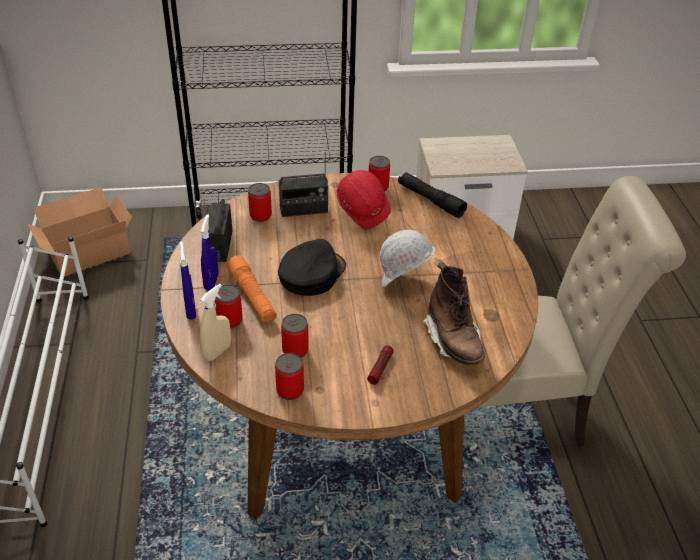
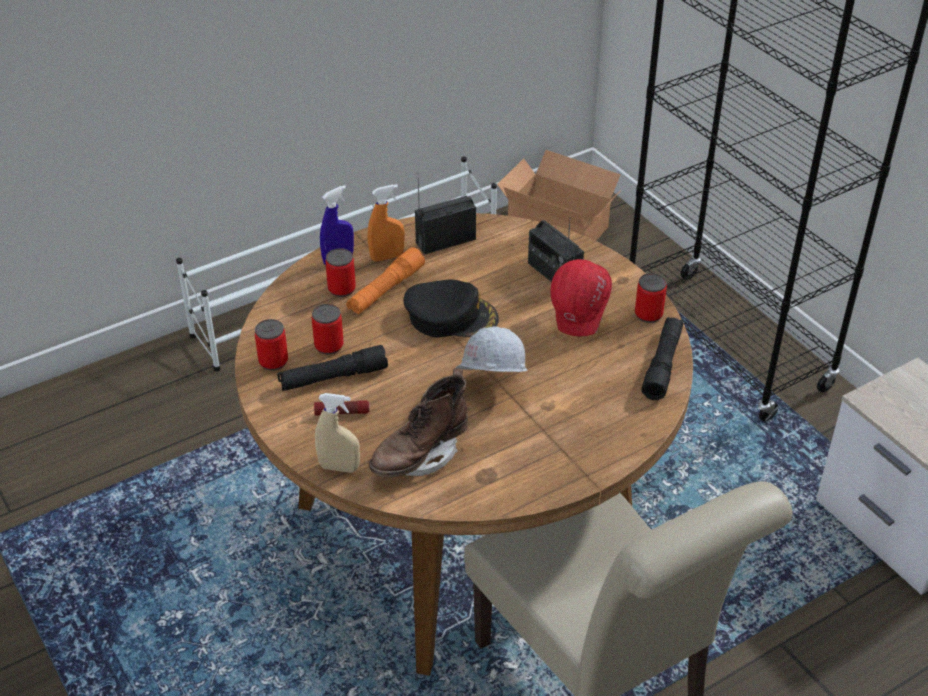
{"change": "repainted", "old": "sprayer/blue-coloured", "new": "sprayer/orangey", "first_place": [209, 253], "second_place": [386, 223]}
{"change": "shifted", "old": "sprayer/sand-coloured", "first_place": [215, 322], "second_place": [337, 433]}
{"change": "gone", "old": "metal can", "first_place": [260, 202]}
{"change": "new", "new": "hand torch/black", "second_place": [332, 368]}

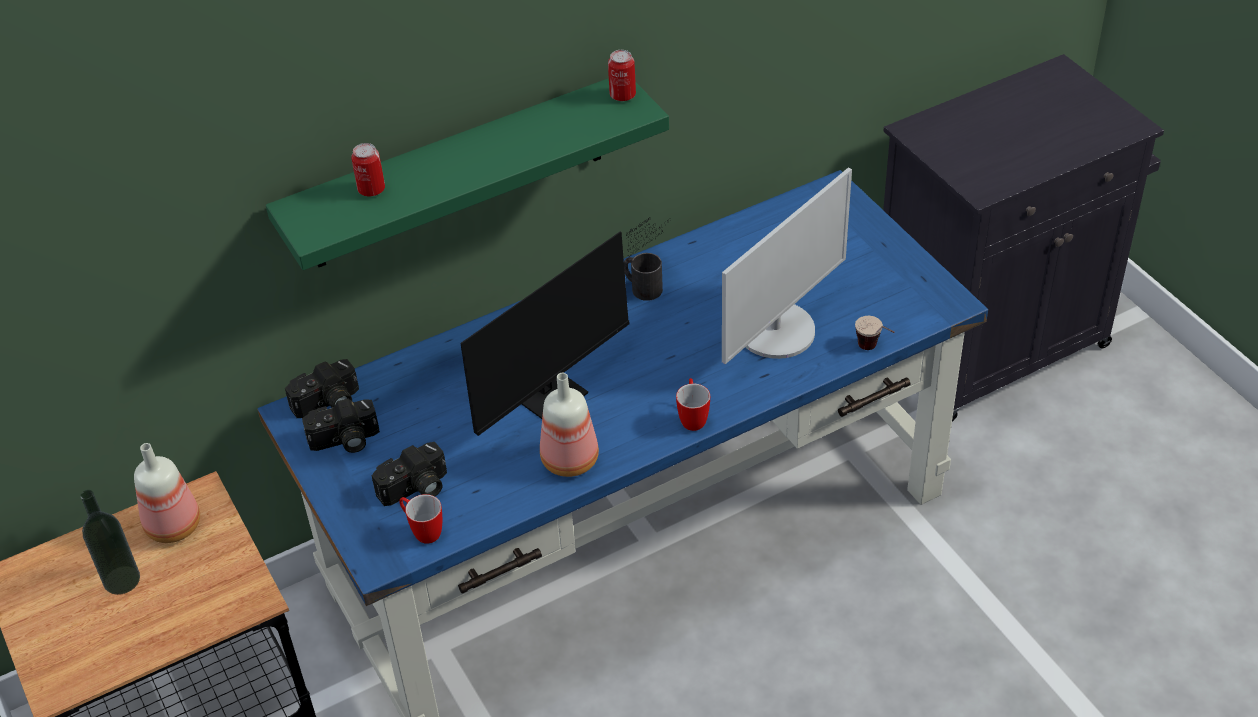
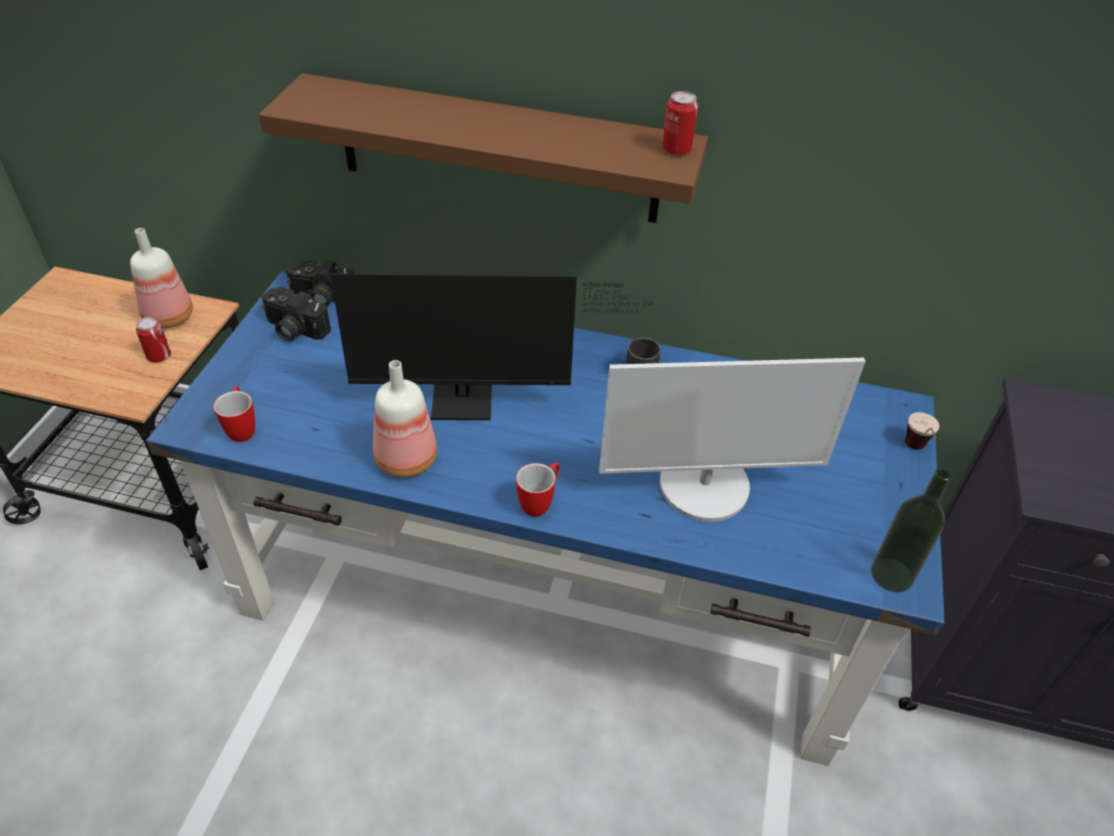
{"change": "shifted", "old": "beverage bottle", "first_place": [110, 542], "second_place": [911, 530]}
{"change": "repainted", "old": "wall shelf/green", "new": "wall shelf/brownish", "first_place": [467, 174], "second_place": [483, 148]}
{"change": "shifted", "old": "metal can", "first_place": [368, 169], "second_place": [153, 340]}
{"change": "gone", "old": "photo camera", "first_place": [409, 474]}
{"change": "shifted", "old": "small cup", "first_place": [875, 333], "second_place": [922, 431]}

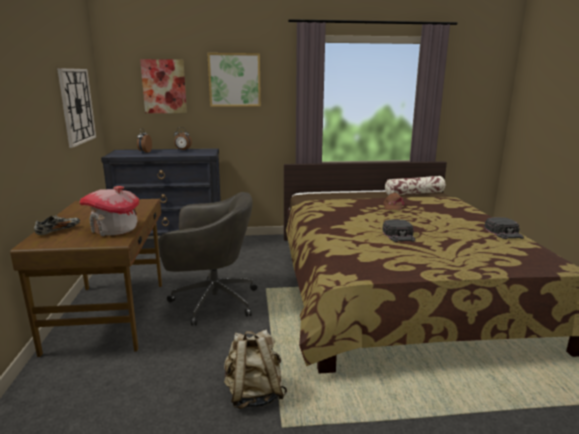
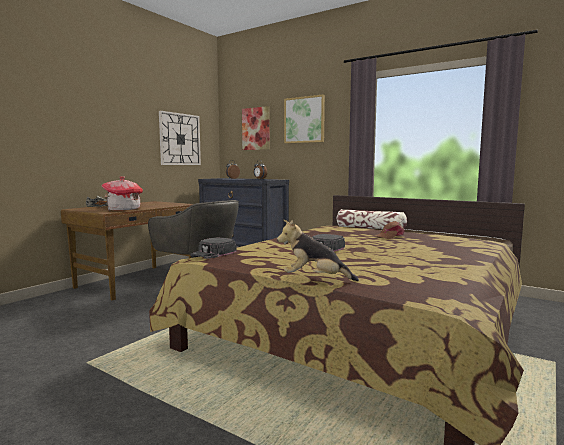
{"change": "gone", "old": "backpack/sand-coloured", "first_place": [255, 369]}
{"change": "shifted", "old": "throw pillow", "first_place": [415, 185], "second_place": [372, 219]}
{"change": "shifted", "old": "baseball cap/black", "first_place": [504, 228], "second_place": [213, 248]}
{"change": "new", "new": "cuddly toy", "second_place": [318, 250]}

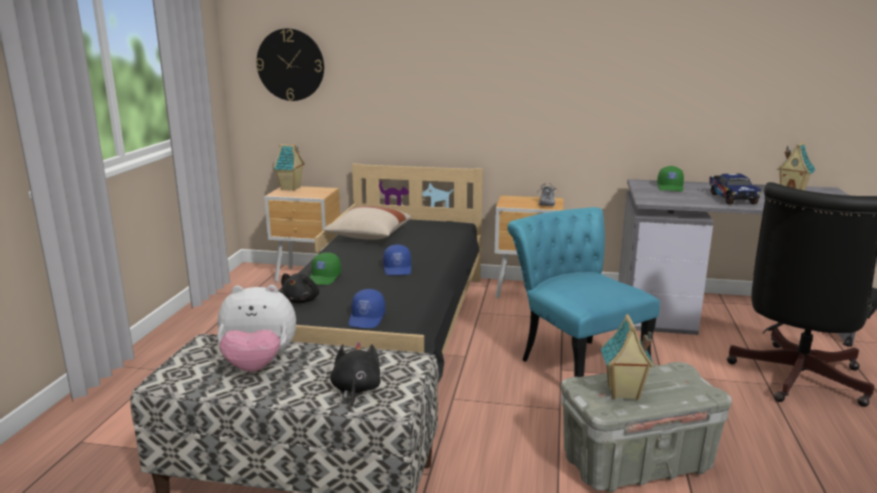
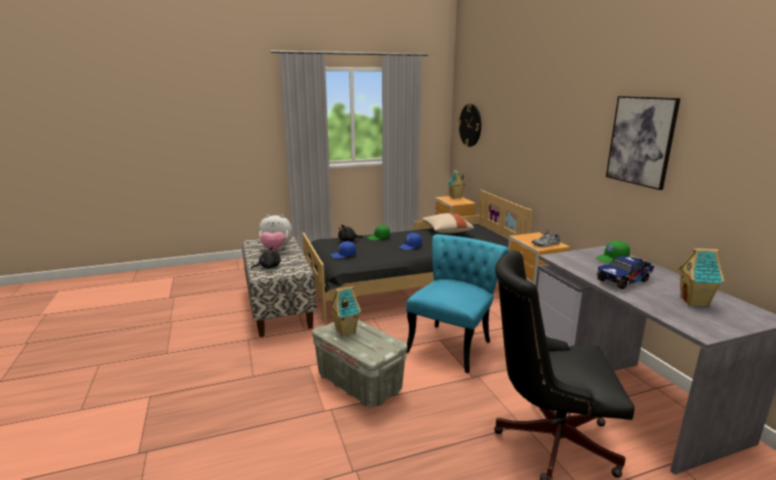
{"change": "rotated", "old": "cuddly toy", "first_place": [256, 328], "second_place": [275, 232], "degrees": -60}
{"change": "new", "new": "picture", "second_place": [643, 143]}

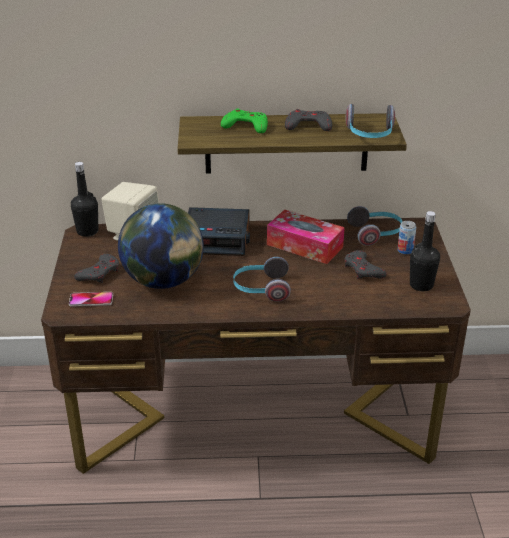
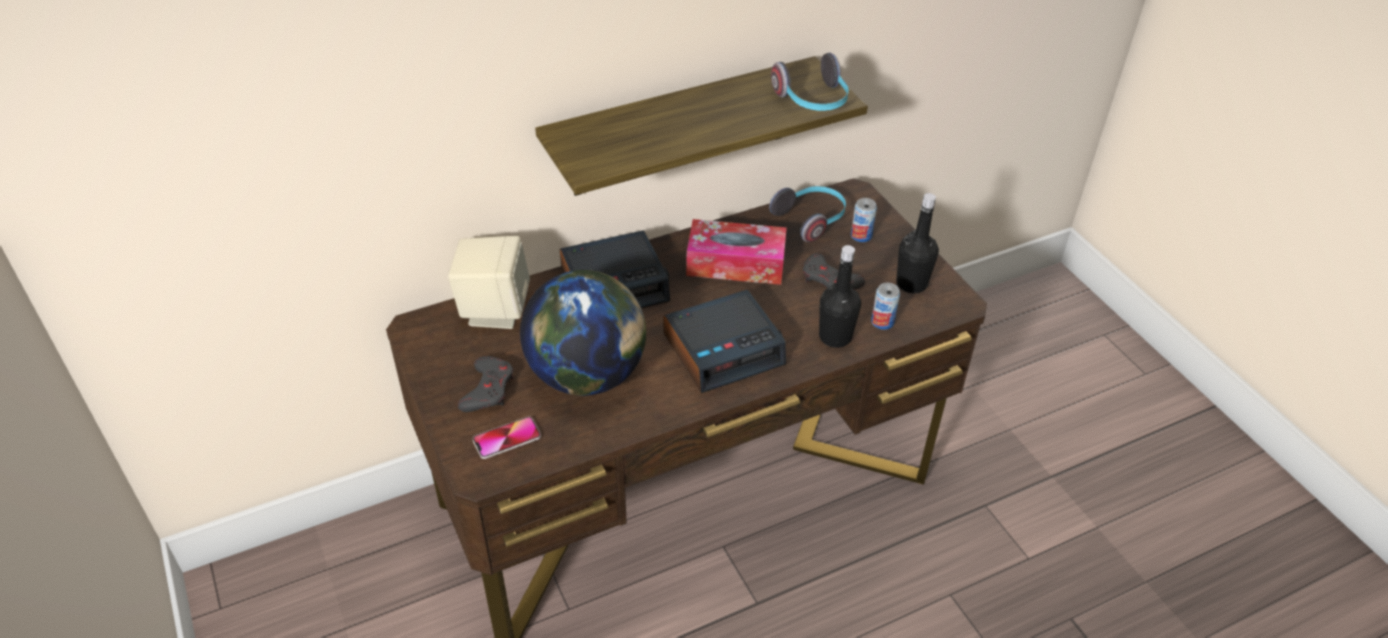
{"change": "shifted", "old": "beverage bottle/black", "first_place": [84, 199], "second_place": [840, 296]}
{"change": "gone", "old": "game controller/green", "first_place": [244, 120]}
{"change": "swapped", "old": "headphones", "new": "alarm clock", "first_place": [262, 279], "second_place": [724, 341]}
{"change": "gone", "old": "game controller/gray", "first_place": [308, 120]}
{"change": "new", "new": "metal can", "second_place": [885, 306]}

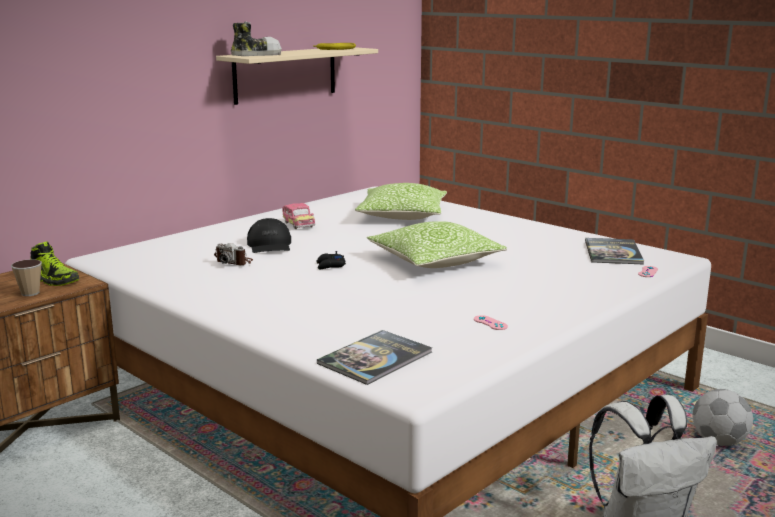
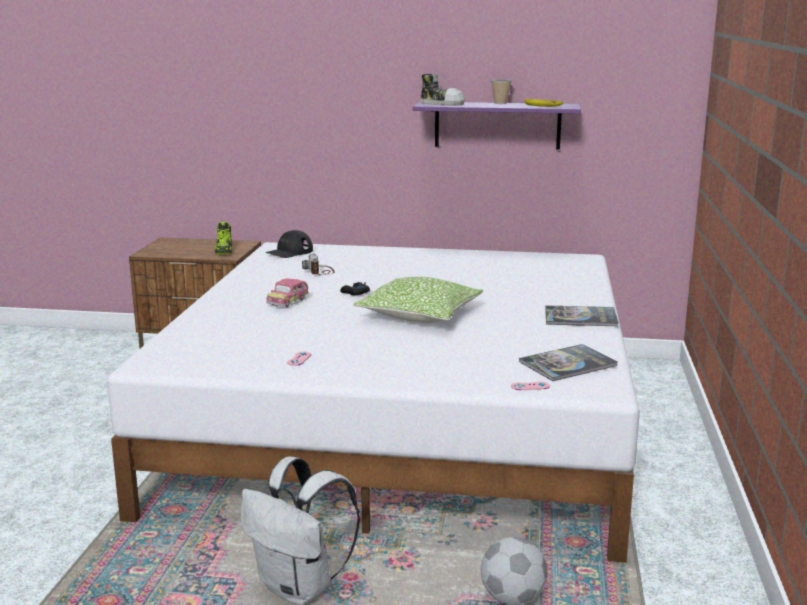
{"change": "shifted", "old": "small cup", "first_place": [26, 277], "second_place": [501, 91]}
{"change": "repainted", "old": "wall shelf/sand-coloured", "new": "wall shelf/purple", "first_place": [297, 76], "second_place": [497, 126]}
{"change": "shifted", "old": "baseball cap/black", "first_place": [269, 235], "second_place": [289, 244]}
{"change": "shifted", "old": "toy car", "first_place": [299, 216], "second_place": [287, 293]}
{"change": "shifted", "old": "bound book", "first_place": [374, 357], "second_place": [581, 315]}
{"change": "gone", "old": "throw pillow", "first_place": [401, 201]}

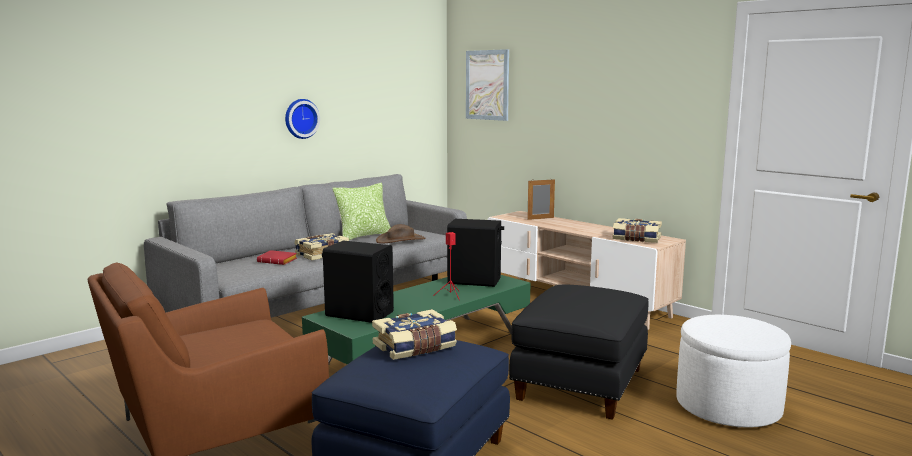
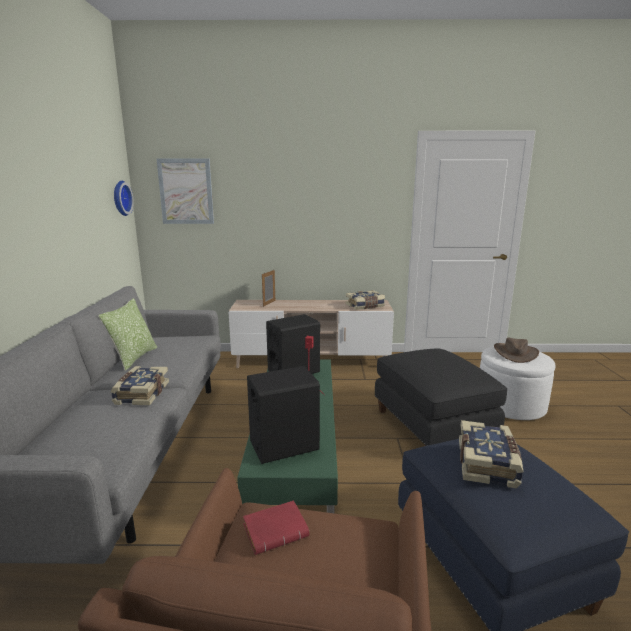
{"change": "shifted", "old": "bound book/reddish", "first_place": [277, 257], "second_place": [276, 527]}
{"change": "shifted", "old": "hanging clock", "first_place": [302, 119], "second_place": [124, 198]}
{"change": "shifted", "old": "wearable hat/brownish", "first_place": [401, 234], "second_place": [516, 350]}

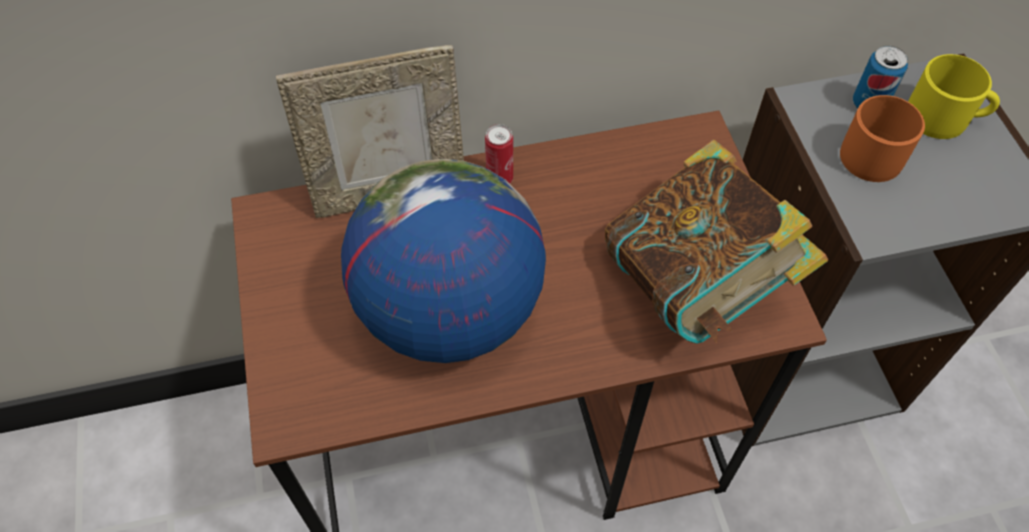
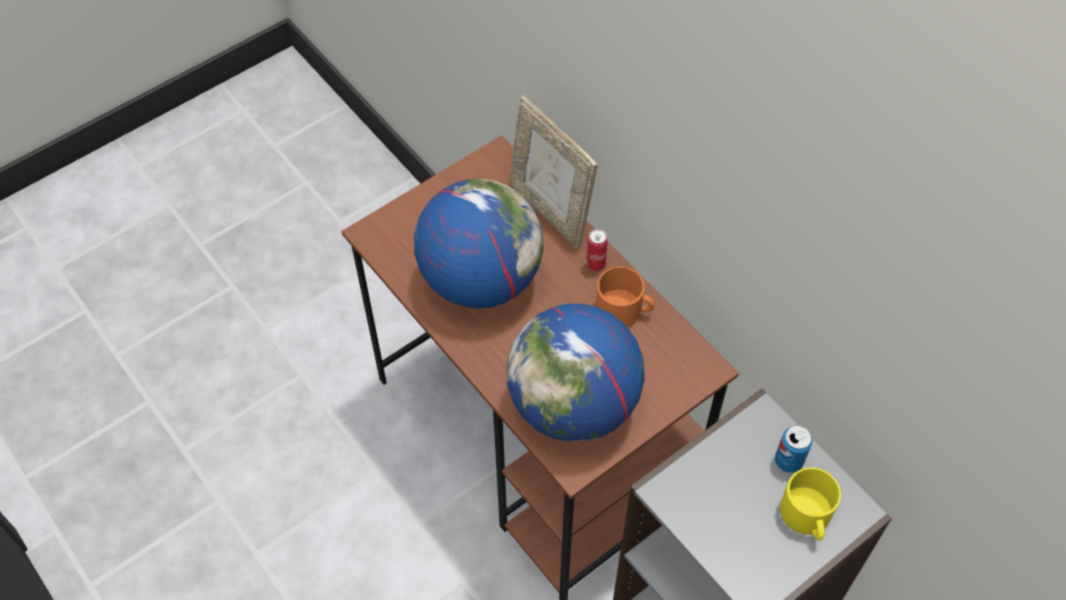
{"change": "swapped", "old": "bound book", "new": "desk globe", "first_place": [716, 242], "second_place": [576, 373]}
{"change": "shifted", "old": "tea mug/orangey", "first_place": [882, 138], "second_place": [625, 297]}

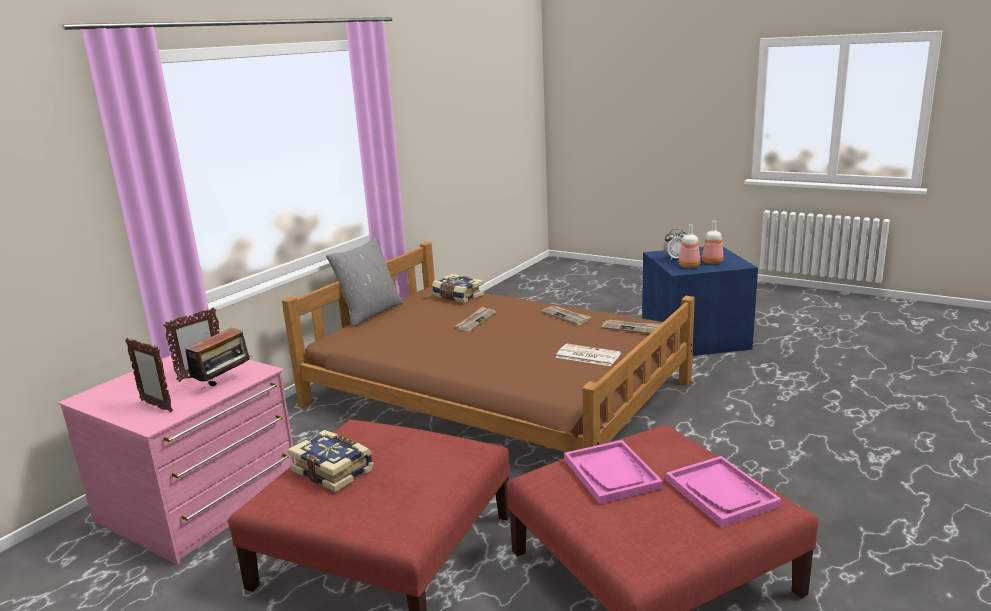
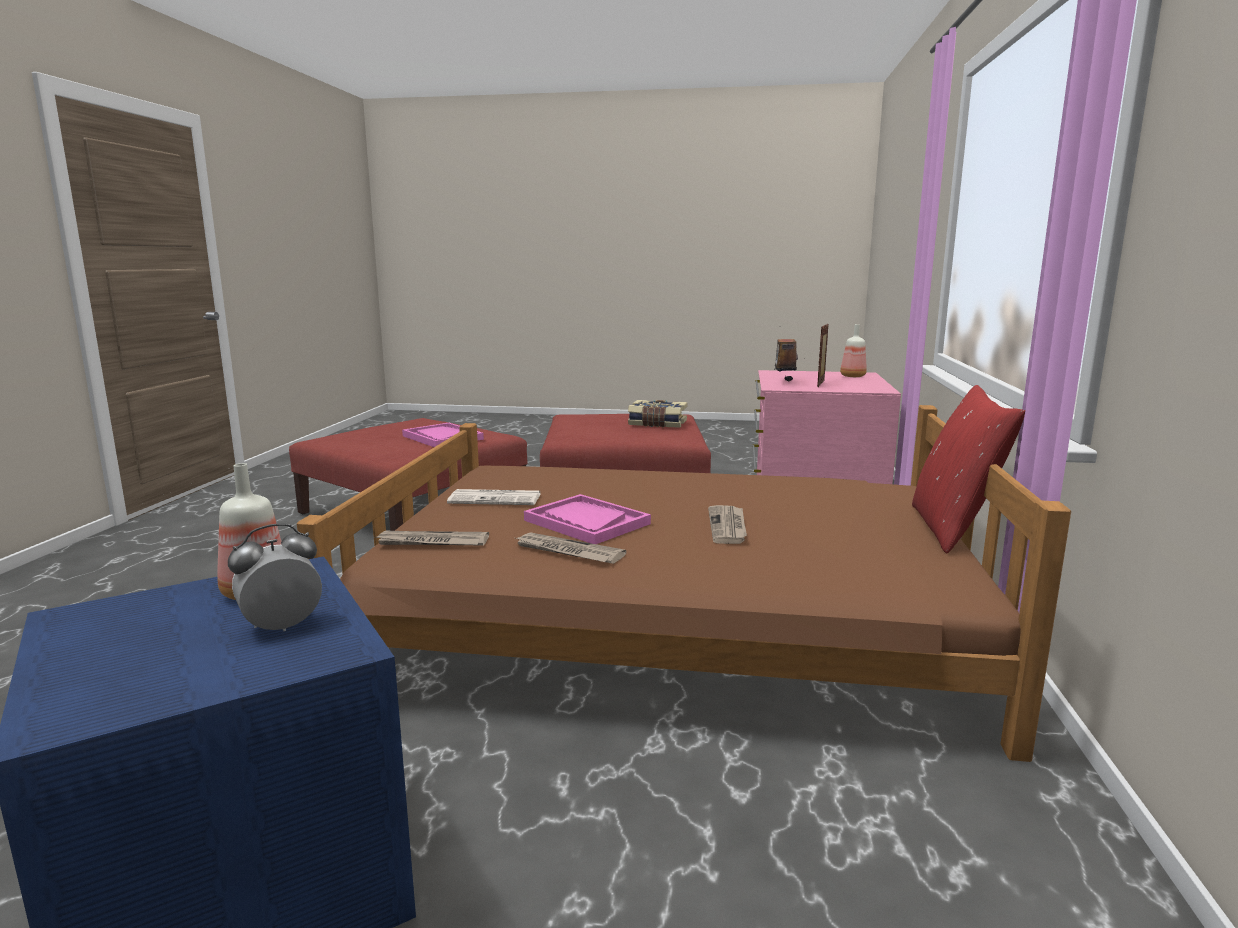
{"change": "gone", "old": "photo frame", "first_place": [149, 375]}
{"change": "repainted", "old": "throw pillow/gray", "new": "throw pillow/reddish", "first_place": [364, 282], "second_place": [968, 469]}
{"change": "gone", "old": "bound book", "first_place": [458, 288]}
{"change": "shifted", "old": "carrying tray/pinkish", "first_place": [723, 491], "second_place": [587, 519]}
{"change": "shifted", "old": "beverage bottle", "first_place": [713, 242], "second_place": [853, 350]}

